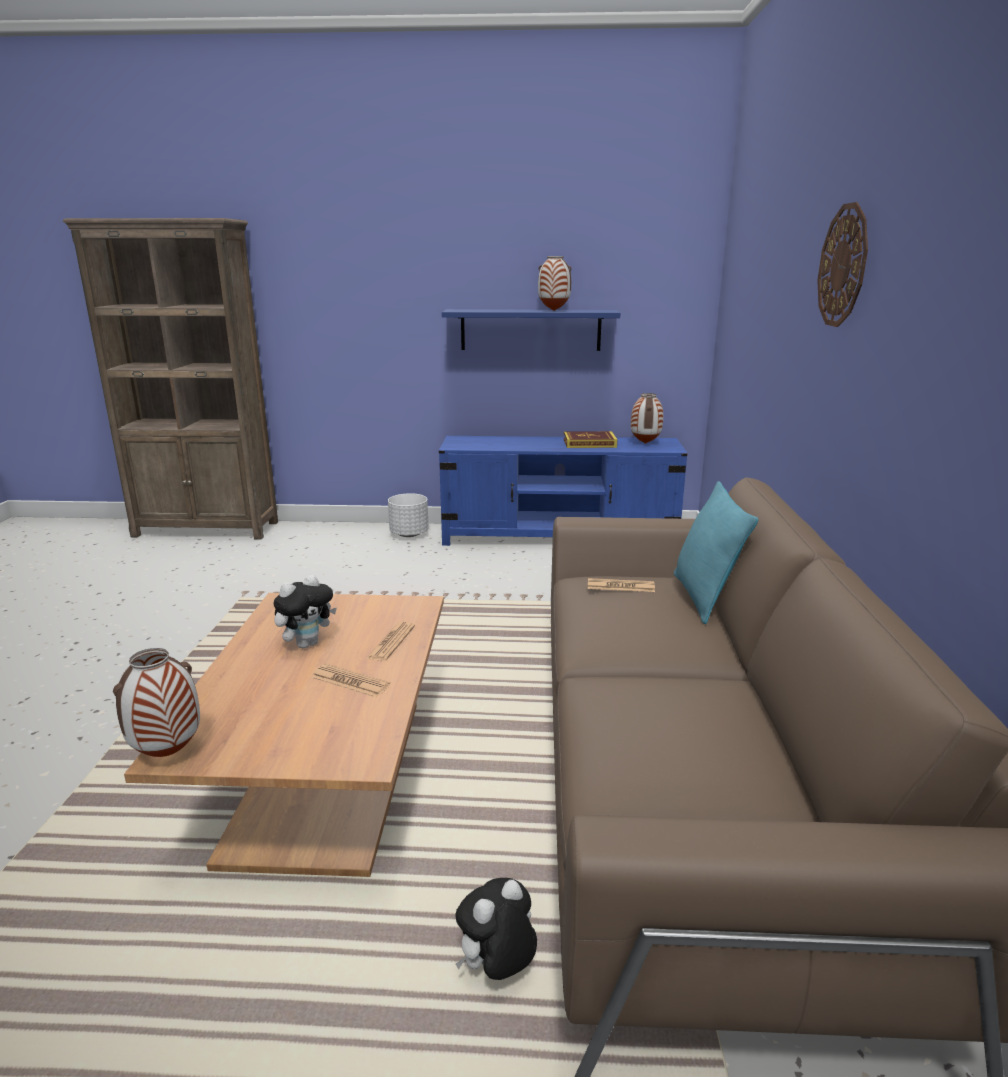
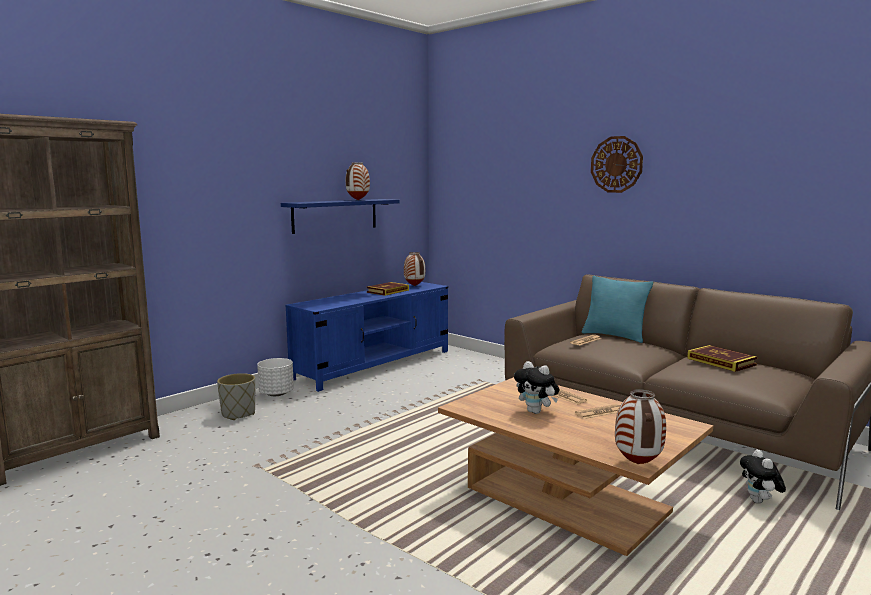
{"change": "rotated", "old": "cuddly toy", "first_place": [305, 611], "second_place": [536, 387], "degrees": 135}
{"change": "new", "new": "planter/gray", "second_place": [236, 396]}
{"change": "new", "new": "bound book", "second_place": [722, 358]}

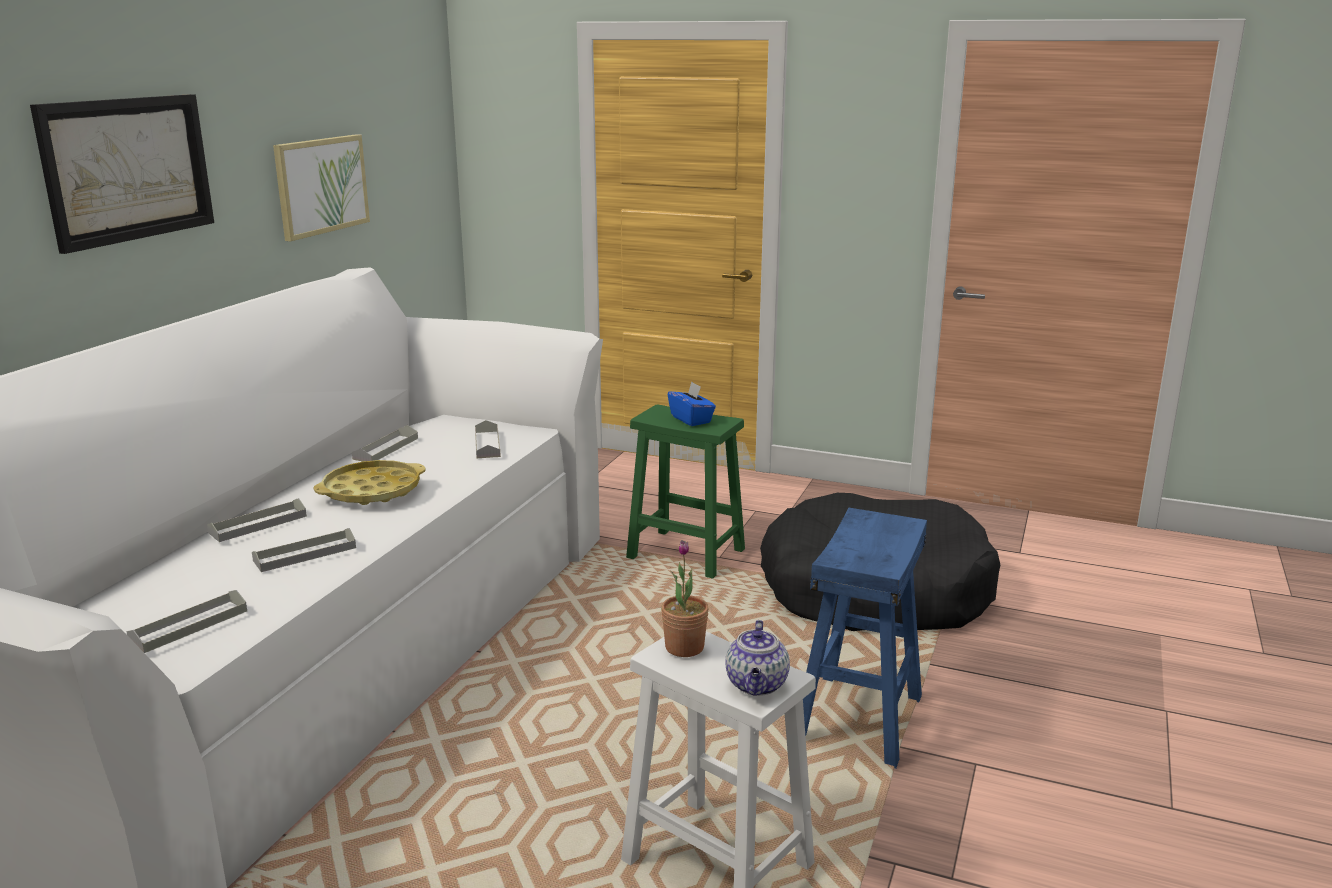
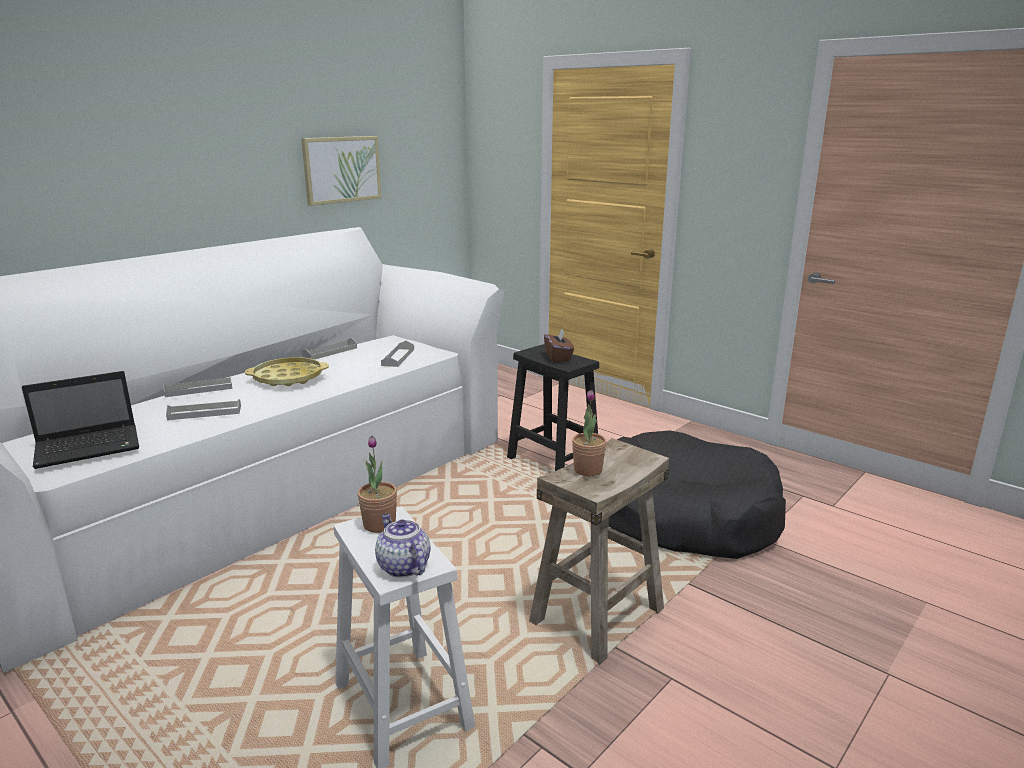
{"change": "gone", "old": "picture", "first_place": [122, 174]}
{"change": "swapped", "old": "carrying tray/gray", "new": "notebook computer", "first_place": [186, 621], "second_place": [80, 420]}
{"change": "repainted", "old": "sitting stool/green", "new": "sitting stool/black", "first_place": [685, 492], "second_place": [553, 407]}
{"change": "repainted", "old": "box of tissues/blue-coloured", "new": "box of tissues/brownish", "first_place": [692, 404], "second_place": [559, 345]}
{"change": "rotated", "old": "pot for tea", "first_place": [757, 658], "second_place": [403, 545], "degrees": 120}
{"change": "repainted", "old": "sitting stool/blue-coloured", "new": "sitting stool/sand-coloured", "first_place": [865, 638], "second_place": [599, 551]}
{"change": "new", "new": "houseplant", "second_place": [589, 433]}

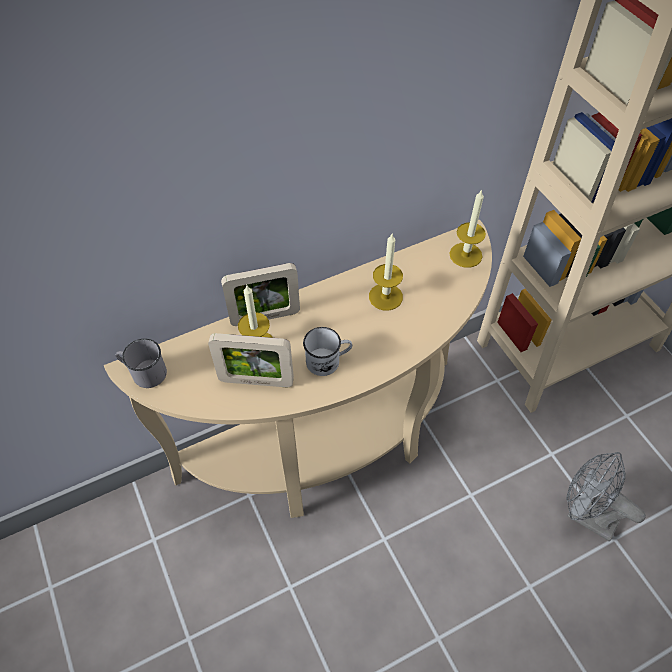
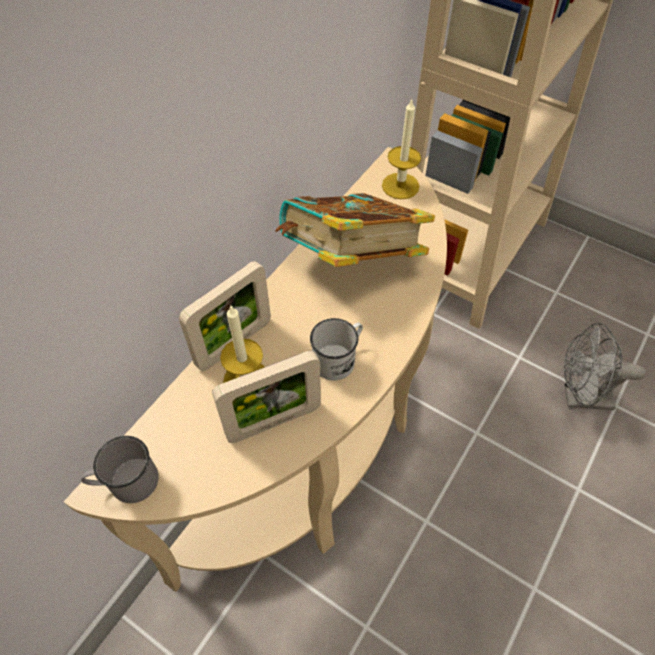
{"change": "swapped", "old": "wax candle", "new": "bound book", "first_place": [386, 272], "second_place": [355, 230]}

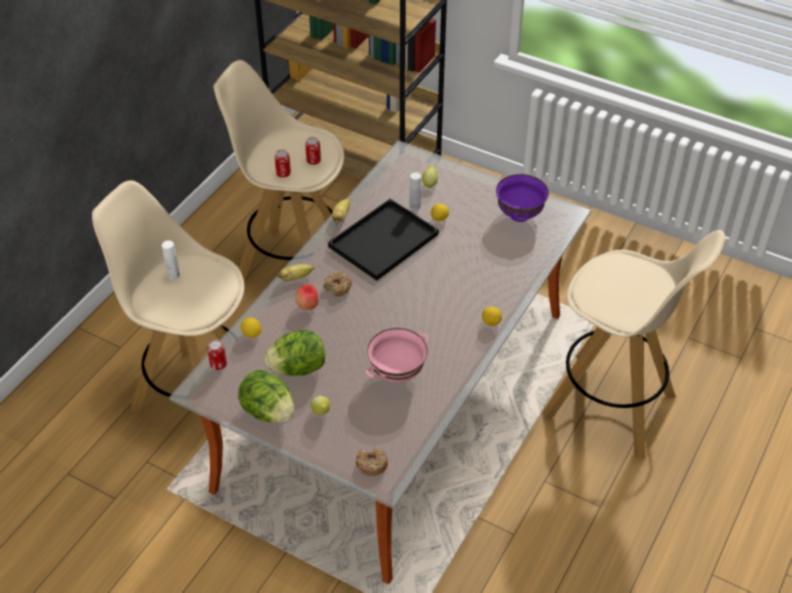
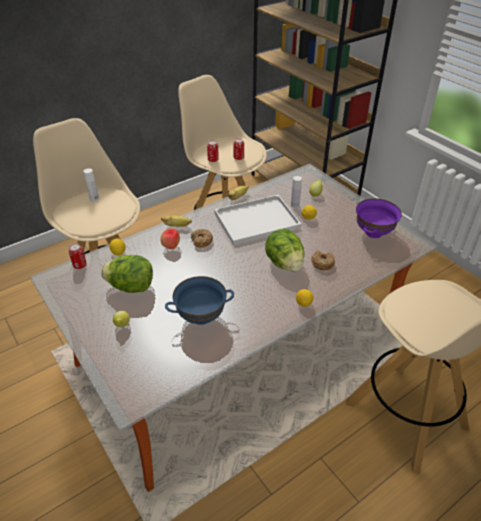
{"change": "shifted", "old": "head of lettuce", "first_place": [266, 396], "second_place": [284, 249]}
{"change": "repainted", "old": "carrying tray/black", "new": "carrying tray/white", "first_place": [383, 240], "second_place": [257, 220]}
{"change": "shifted", "old": "ring doughnut", "first_place": [372, 461], "second_place": [323, 260]}
{"change": "repainted", "old": "deep dish/pinkish", "new": "deep dish/blue-coloured", "first_place": [397, 355], "second_place": [199, 300]}

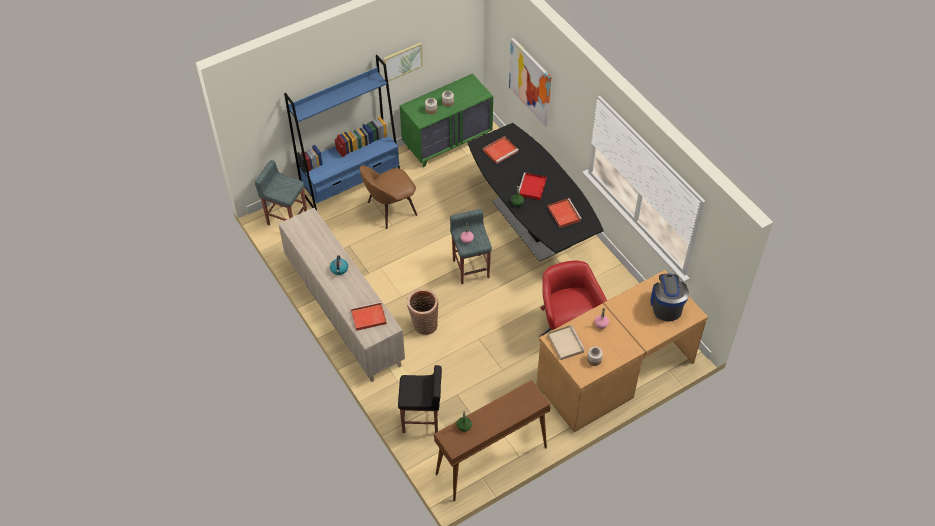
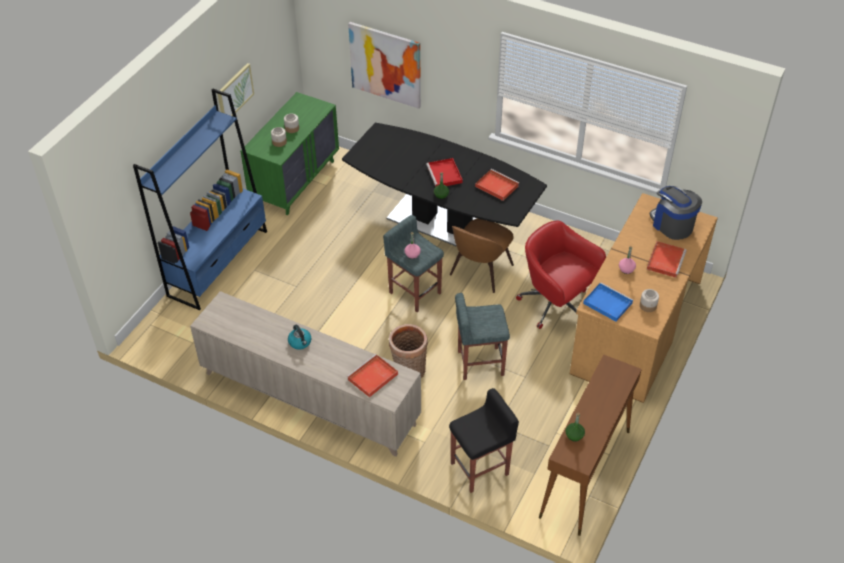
{"change": "shifted", "old": "sitting stool/gray", "first_place": [281, 192], "second_place": [482, 336]}
{"change": "shifted", "old": "chair/brownish", "first_place": [388, 197], "second_place": [482, 256]}
{"change": "shifted", "old": "carrying tray/reddish", "first_place": [501, 150], "second_place": [667, 259]}
{"change": "repainted", "old": "carrying tray/sand-coloured", "new": "carrying tray/blue-coloured", "first_place": [566, 342], "second_place": [608, 302]}

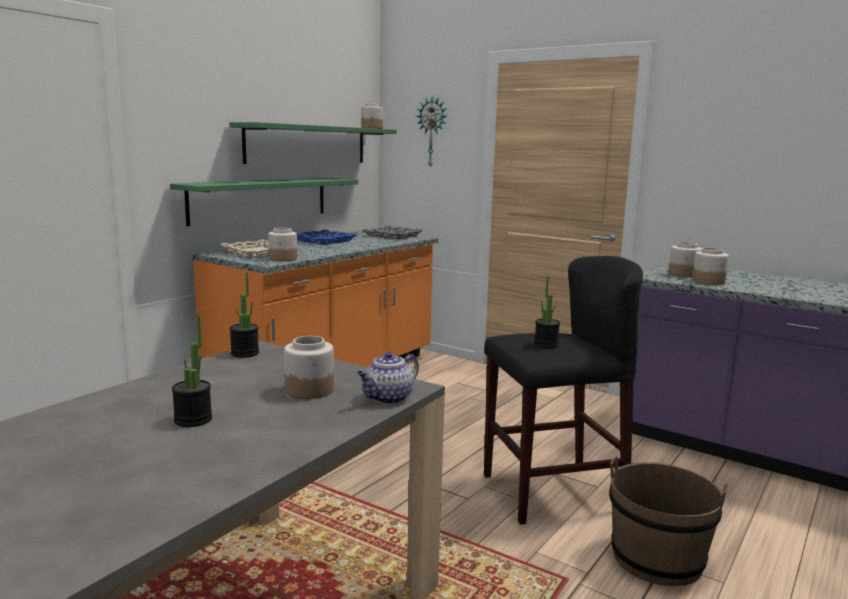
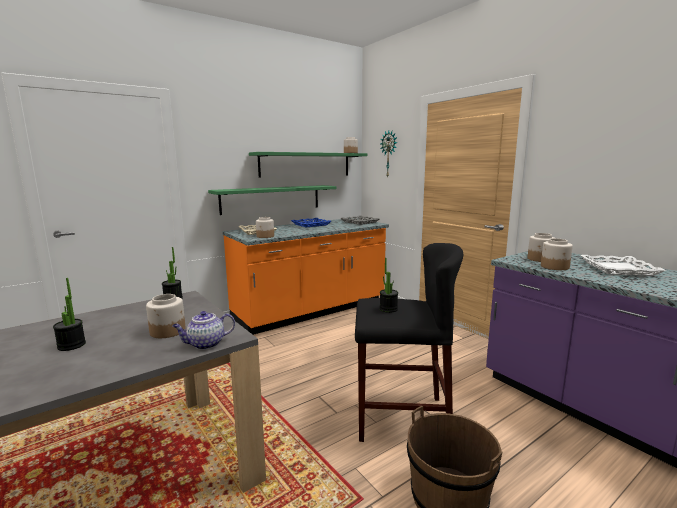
{"change": "new", "new": "carrying tray/white", "second_place": [623, 265]}

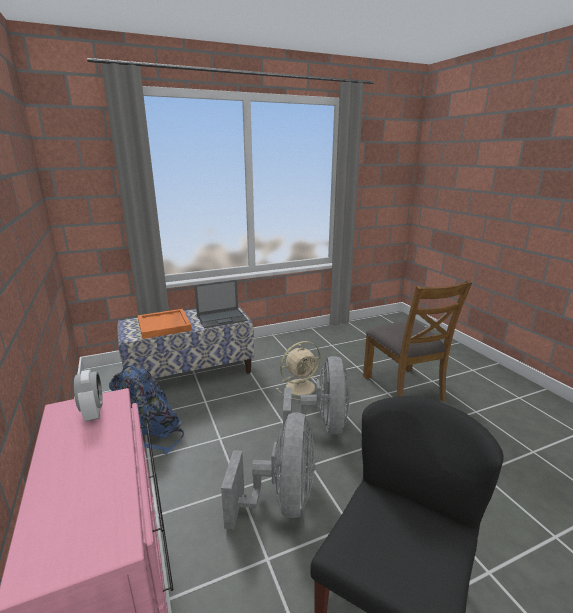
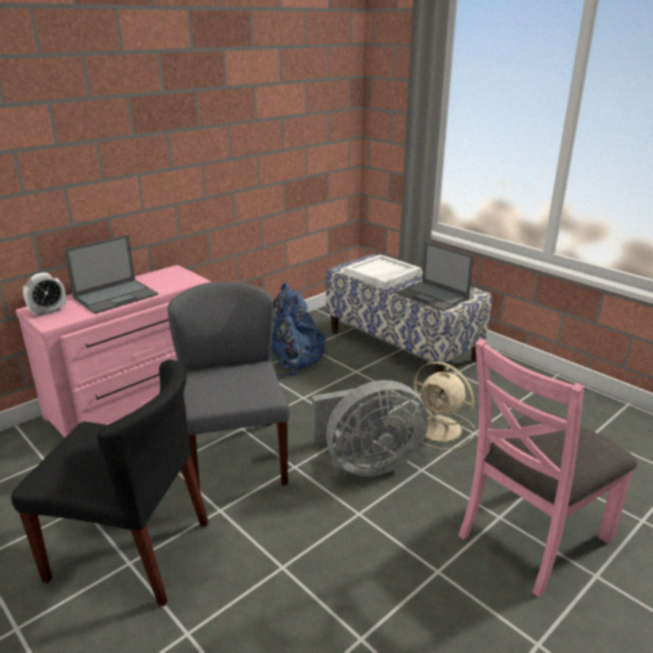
{"change": "shifted", "old": "alarm clock", "first_place": [88, 395], "second_place": [44, 294]}
{"change": "repainted", "old": "carrying tray/orangey", "new": "carrying tray/white", "first_place": [165, 324], "second_place": [382, 272]}
{"change": "swapped", "old": "electric fan/gray", "new": "chair/gray", "first_place": [268, 470], "second_place": [228, 385]}
{"change": "repainted", "old": "chair/brownish", "new": "chair/pinkish", "first_place": [417, 341], "second_place": [547, 468]}
{"change": "new", "new": "notebook computer", "second_place": [111, 274]}

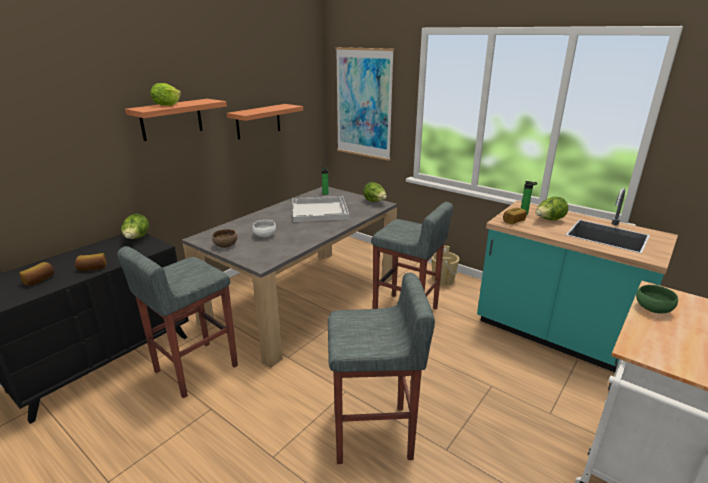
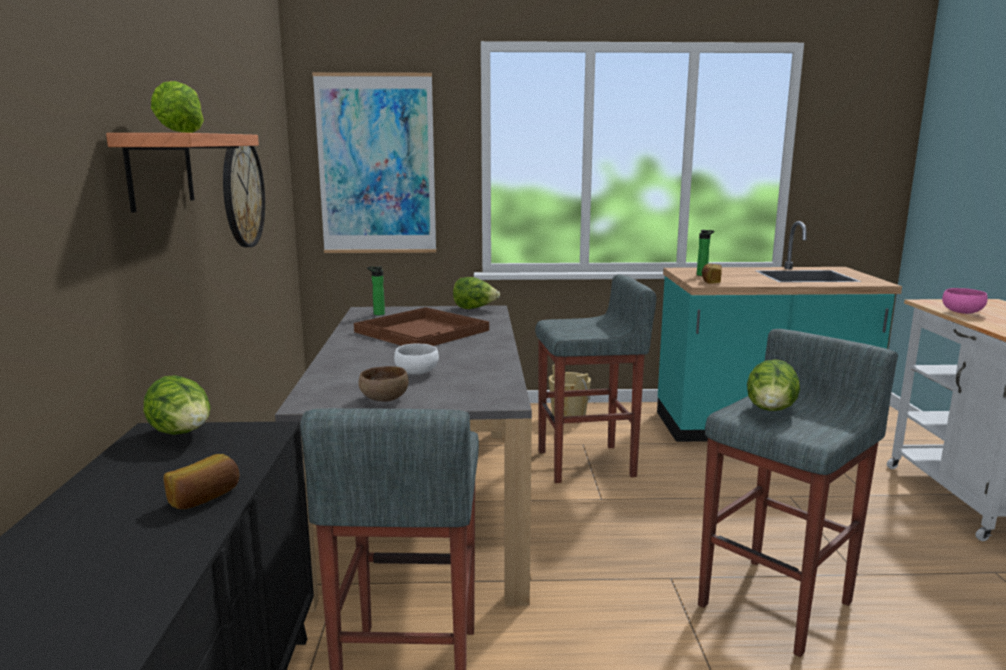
{"change": "gone", "old": "bakery bread", "first_place": [36, 273]}
{"change": "swapped", "old": "wall shelf", "new": "hanging clock", "first_place": [265, 122], "second_place": [244, 196]}
{"change": "repainted", "old": "carrying tray/white", "new": "carrying tray/brownish", "first_place": [320, 209], "second_place": [421, 326]}
{"change": "shifted", "old": "head of lettuce", "first_place": [552, 209], "second_place": [773, 385]}
{"change": "repainted", "old": "deep dish/green", "new": "deep dish/pinkish", "first_place": [657, 299], "second_place": [965, 301]}

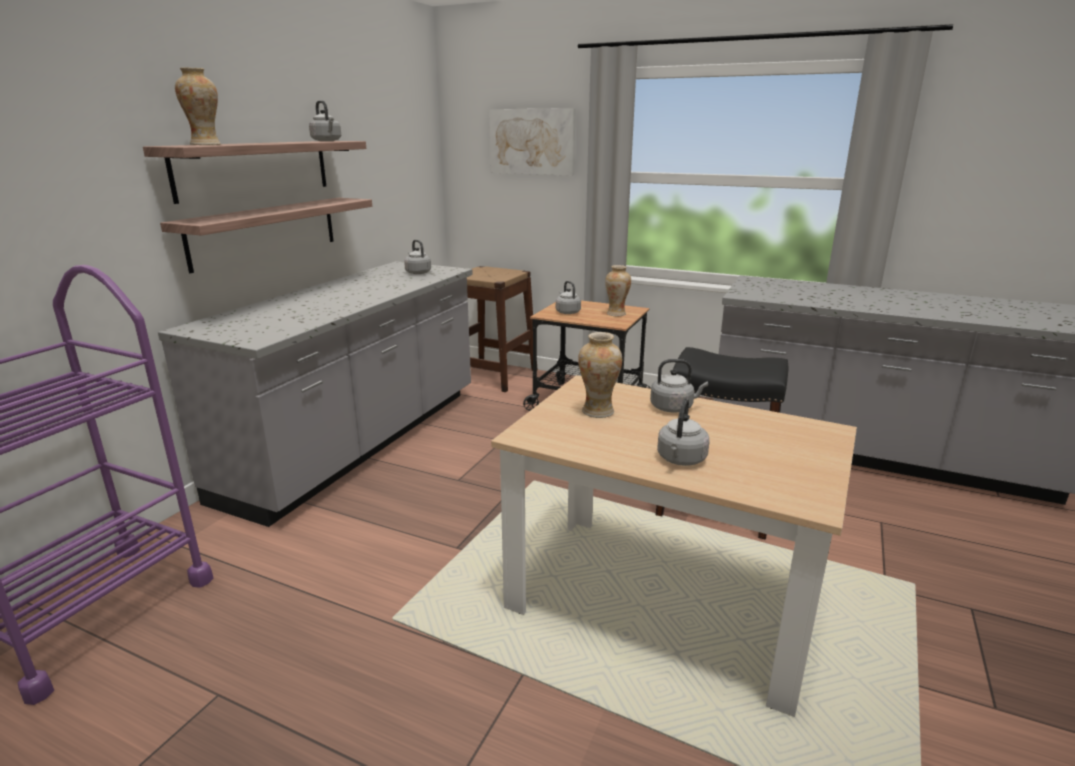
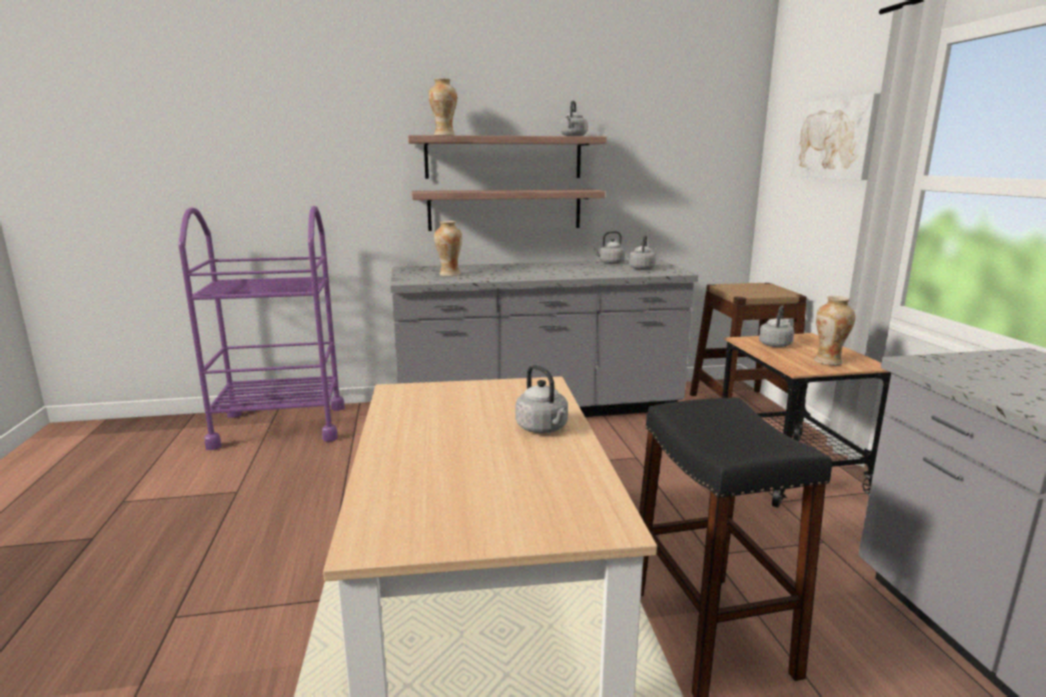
{"change": "shifted", "old": "flower vase", "first_place": [600, 375], "second_place": [448, 248]}
{"change": "shifted", "old": "kettle/gray", "first_place": [683, 432], "second_place": [608, 247]}

